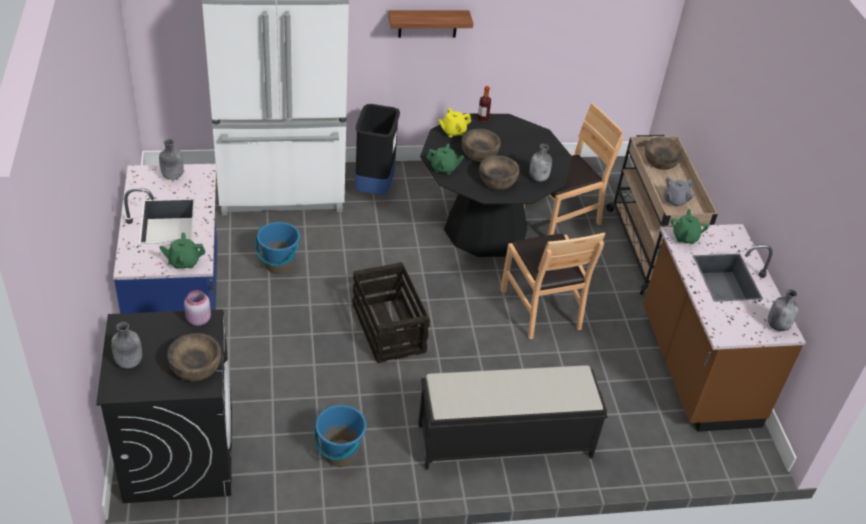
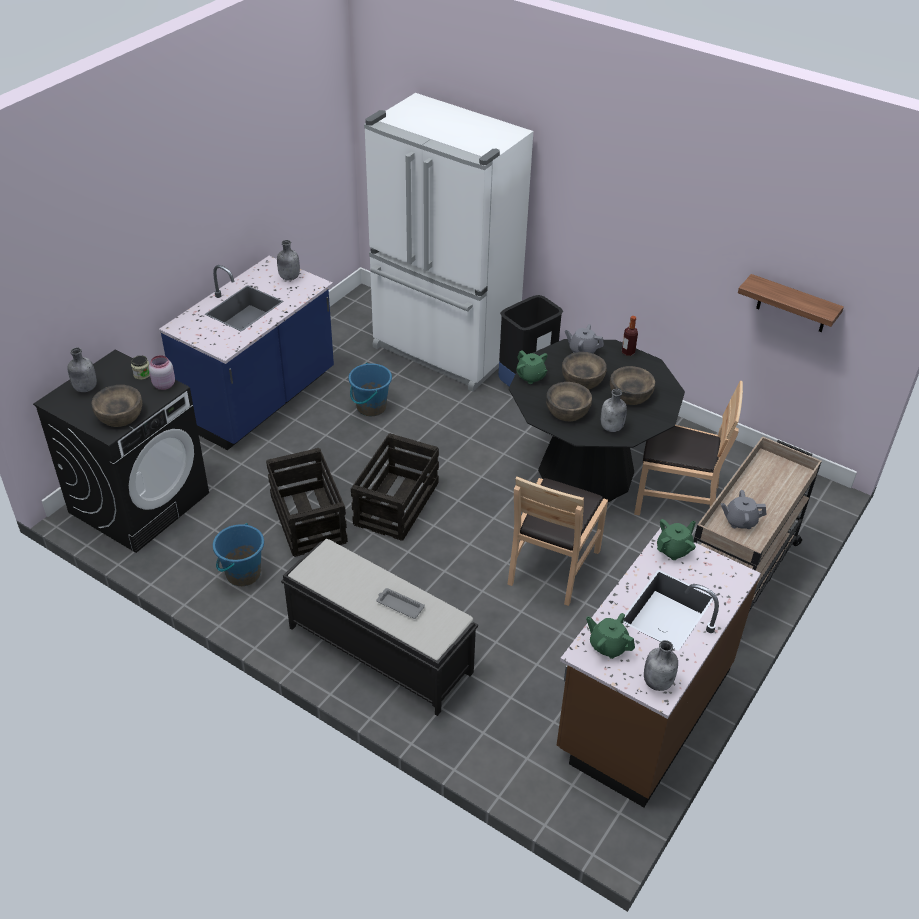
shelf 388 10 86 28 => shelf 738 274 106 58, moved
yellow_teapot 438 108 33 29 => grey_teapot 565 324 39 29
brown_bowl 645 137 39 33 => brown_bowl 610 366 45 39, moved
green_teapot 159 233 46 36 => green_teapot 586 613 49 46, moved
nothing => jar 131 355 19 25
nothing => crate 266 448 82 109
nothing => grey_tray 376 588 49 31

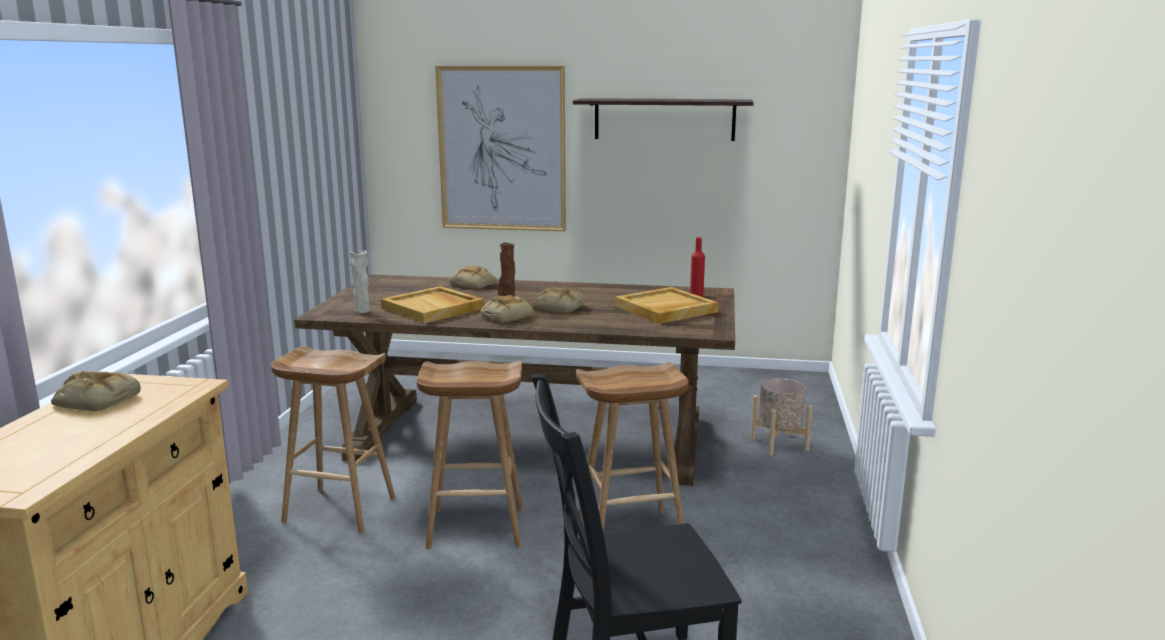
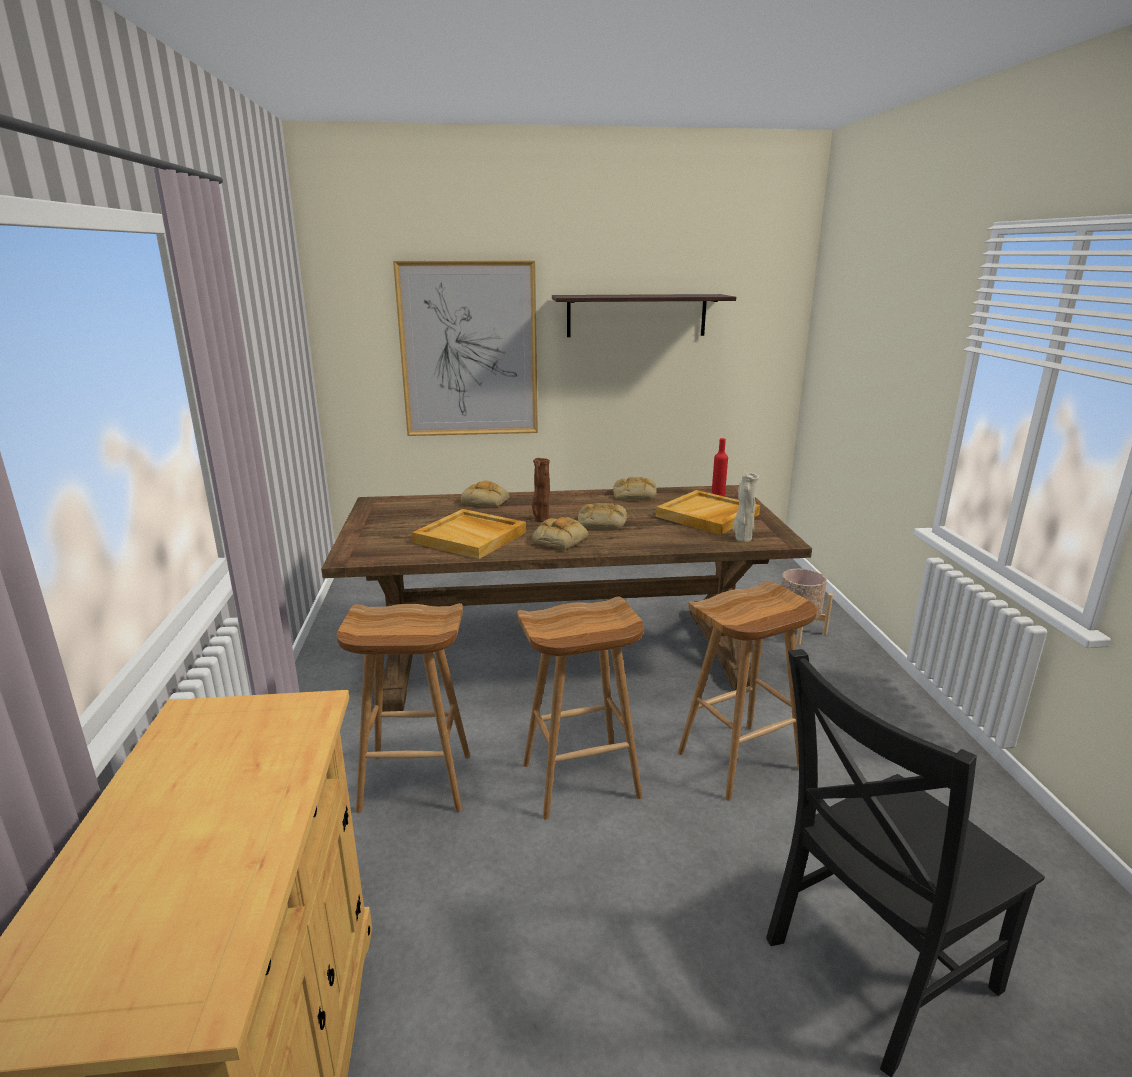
beige_vase 350 251 20 62 => beige_vase 733 473 26 69, moved
bread 51 371 90 40 => bread 613 477 44 23, moved

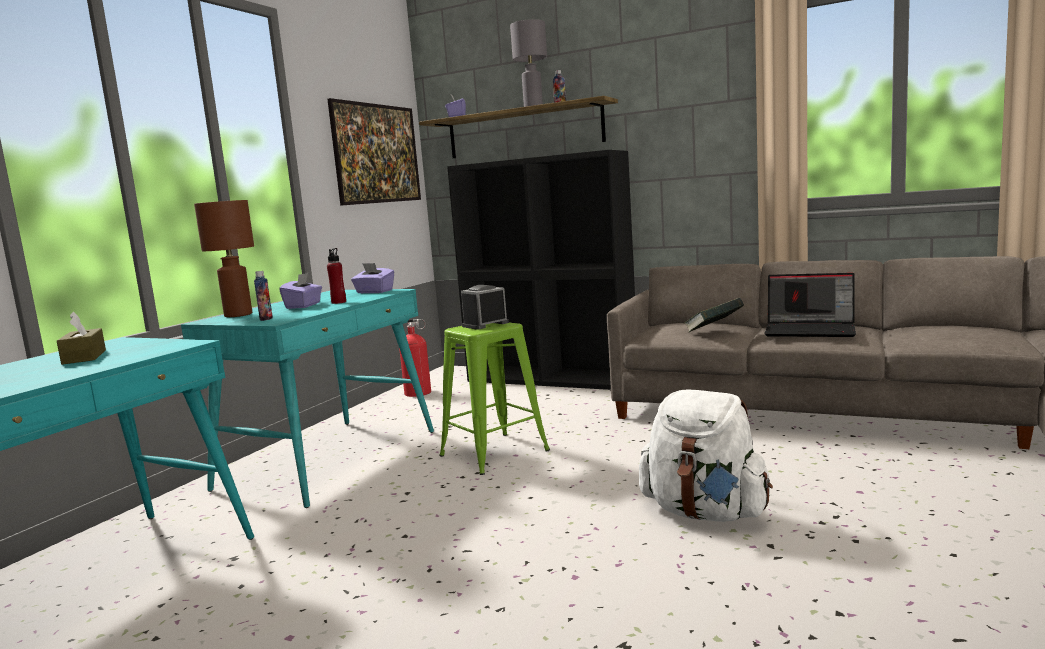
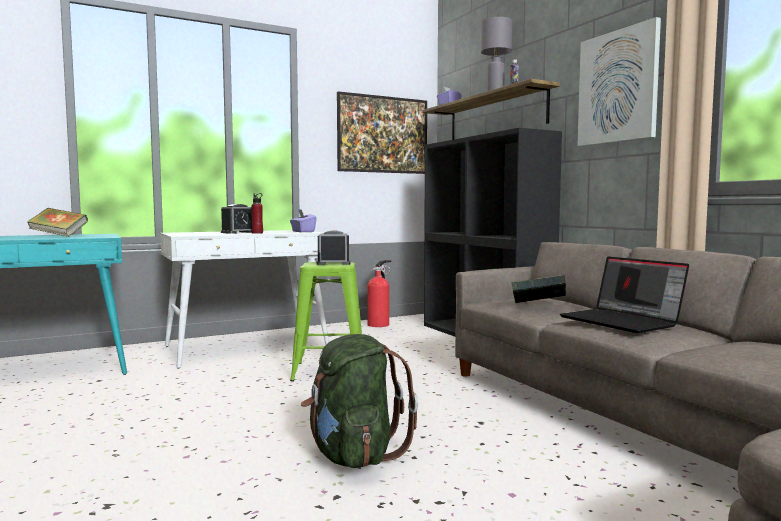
brown_table_lamp 194 200 60 117 => nothing
bottle 254 271 19 50 => nothing
purple_tissue_box 279 273 43 36 => alarm_clock 221 204 31 30
turquoise_desk 181 289 253 219 => white_desk 160 230 169 139
brown_tissue_box 57 312 49 53 => book 27 208 61 29
white_backpack 639 390 134 132 => green_backpack 301 334 117 134
nothing => picture 577 17 84 129

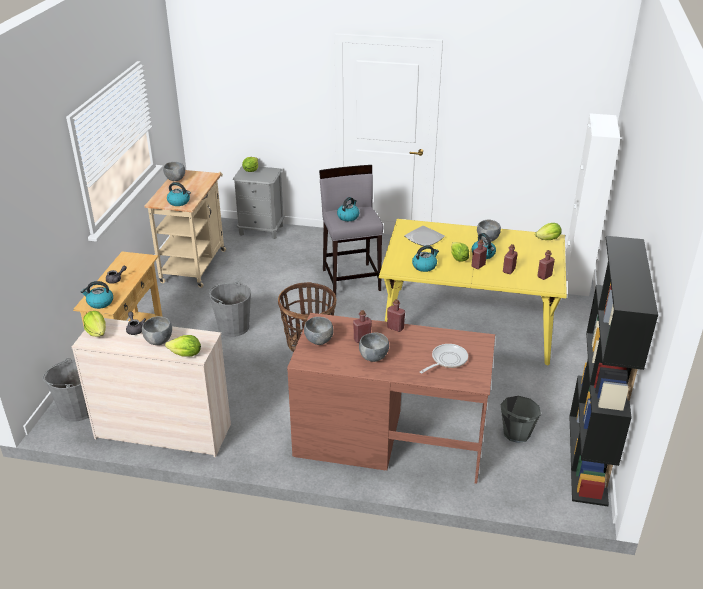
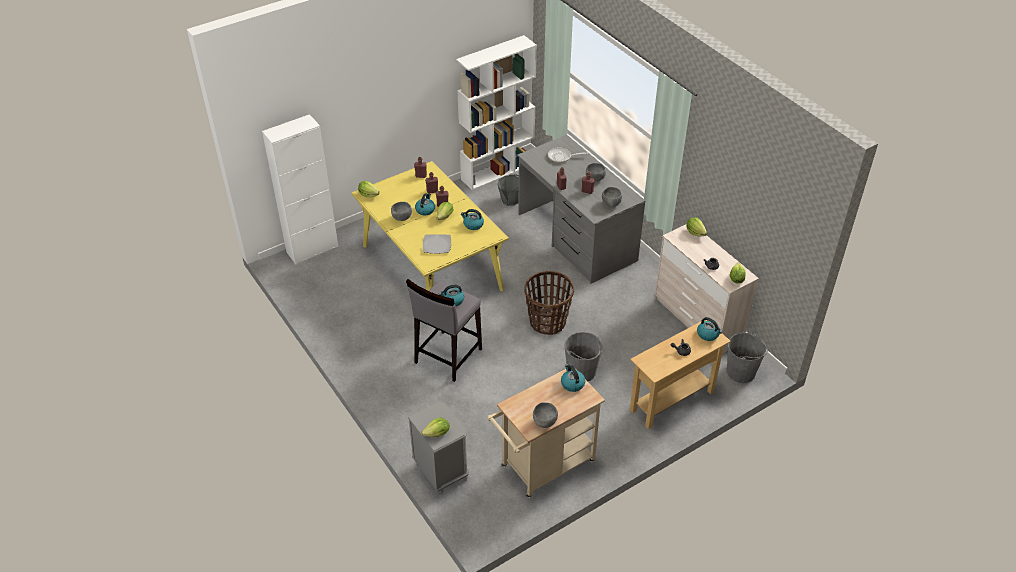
black_bookcase 569 236 89 270 => white_bookcase 456 35 81 155
brown_desk 287 313 208 171 => grey_desk 517 135 128 149
grey_bowl 142 316 30 29 => nothing

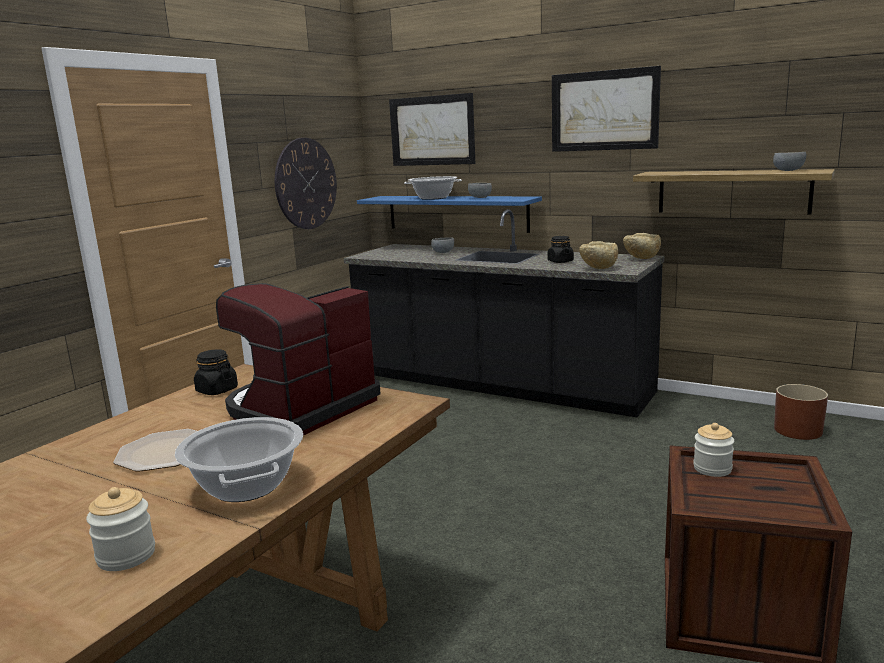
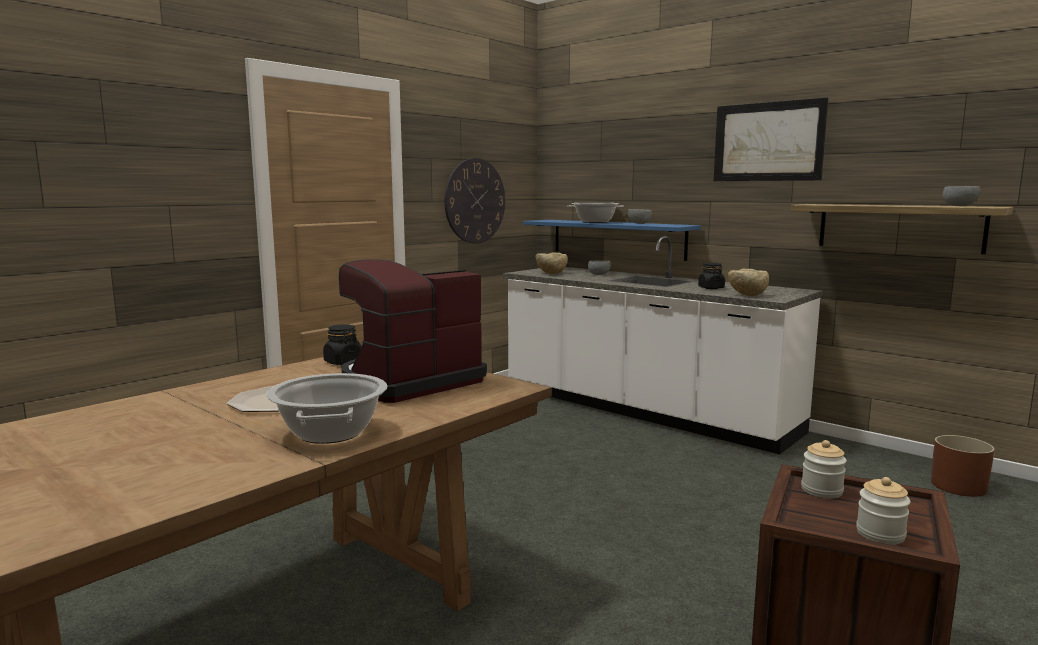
picture 389 93 86 73 => nothing
black_counter 344 209 320 208 => white_counter 503 236 320 218
beige_bowl 623 233 38 26 => beige_bowl 536 252 32 22, moved
jar 86 487 69 84 => jar 856 477 54 68, moved

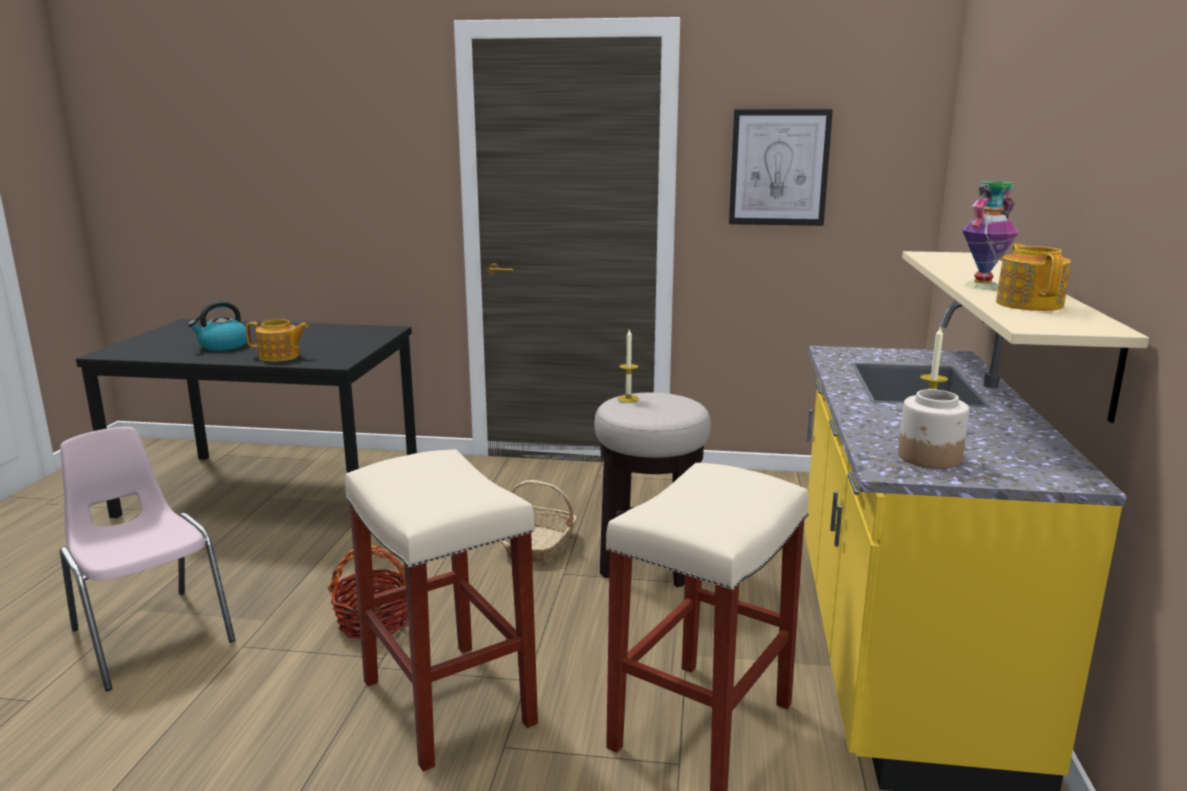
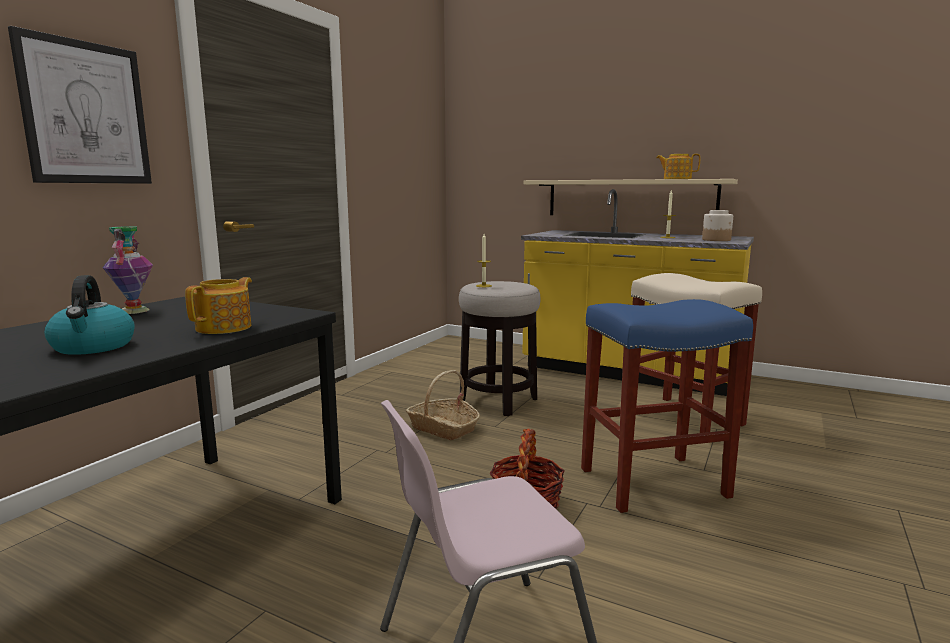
picture 729 109 104 117 => picture 8 26 144 158, moved
vase 962 181 56 109 => vase 102 226 51 88, moved
beige_stool 345 450 193 321 => blue_stool 581 299 172 214

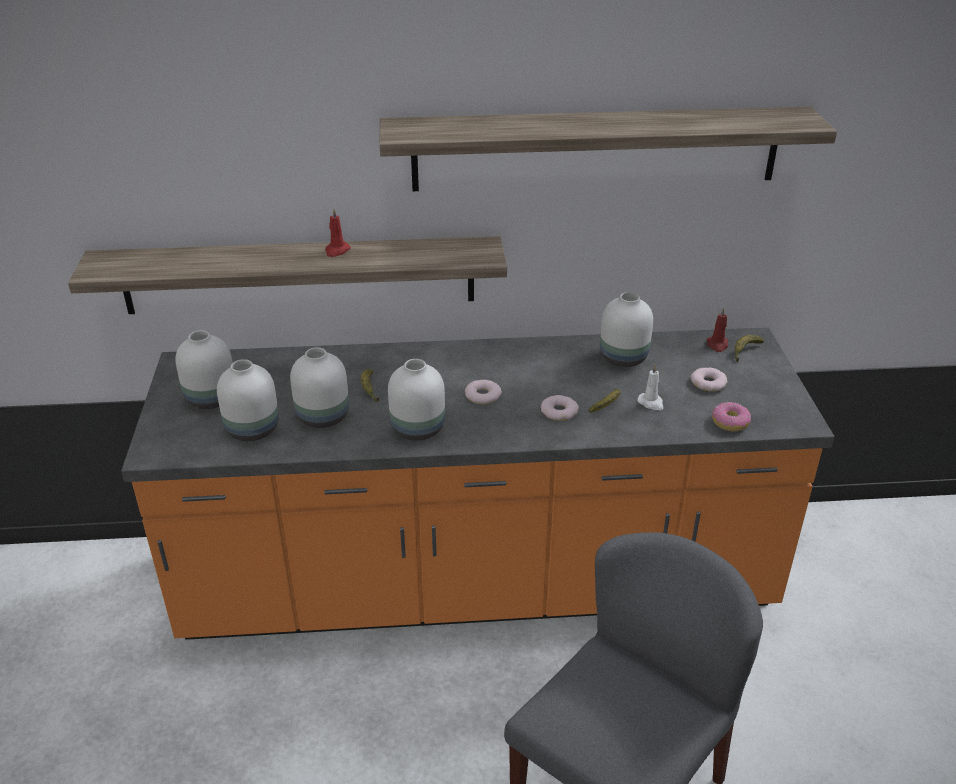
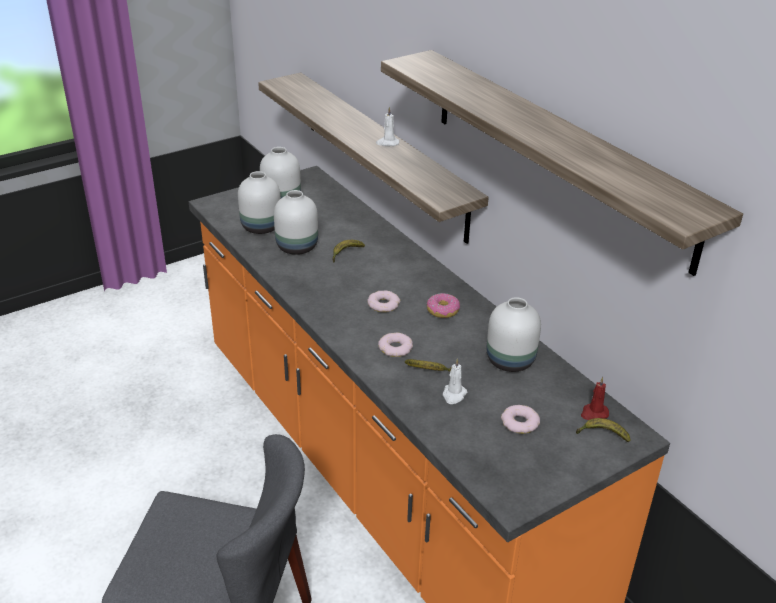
red_candle 325 208 26 49 => white_candle 376 107 24 39
white_vase 388 359 57 82 => nothing
donut 712 402 39 29 => donut 427 293 33 25, moved

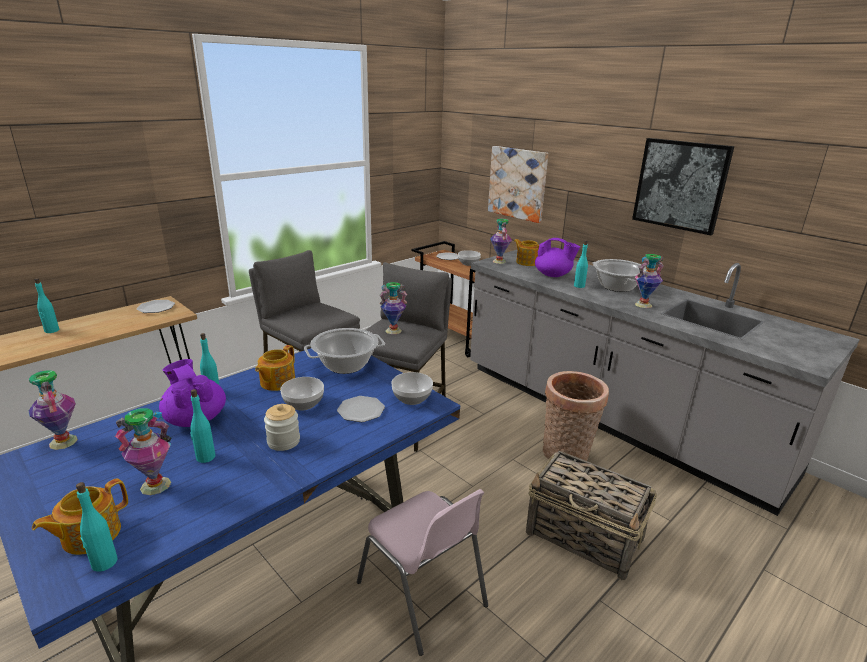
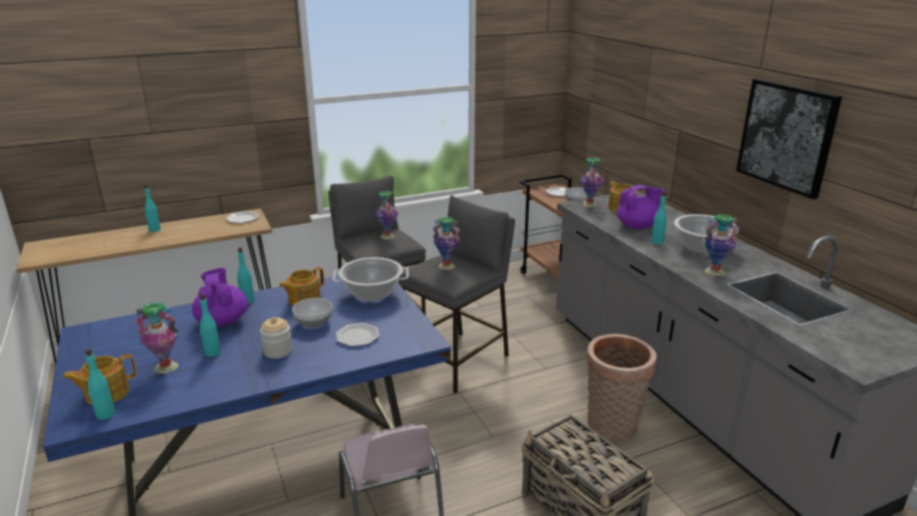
picture 488 146 60 77 => nothing
purple_teapot 535 238 45 39 => purple_teapot 617 185 48 44, 60 degrees counterclockwise
vase 29 370 49 80 => vase 375 191 23 48, moved
bowl 391 372 42 33 => nothing

